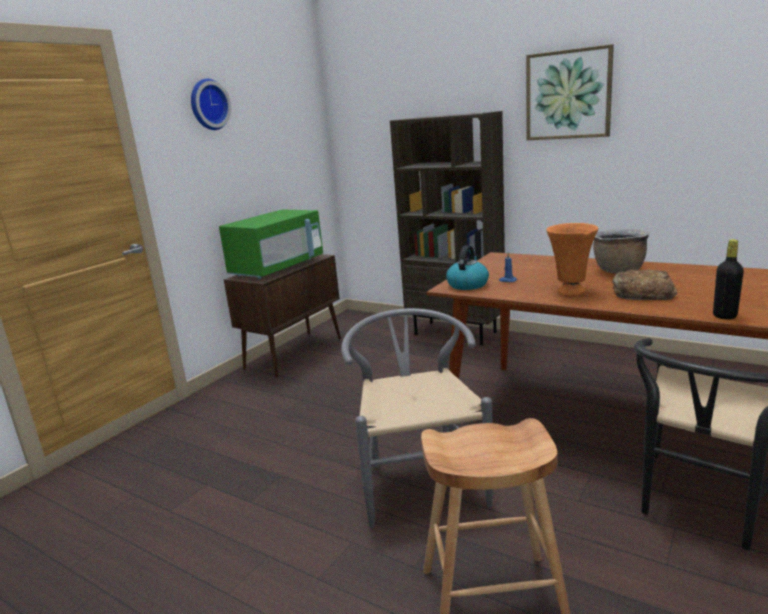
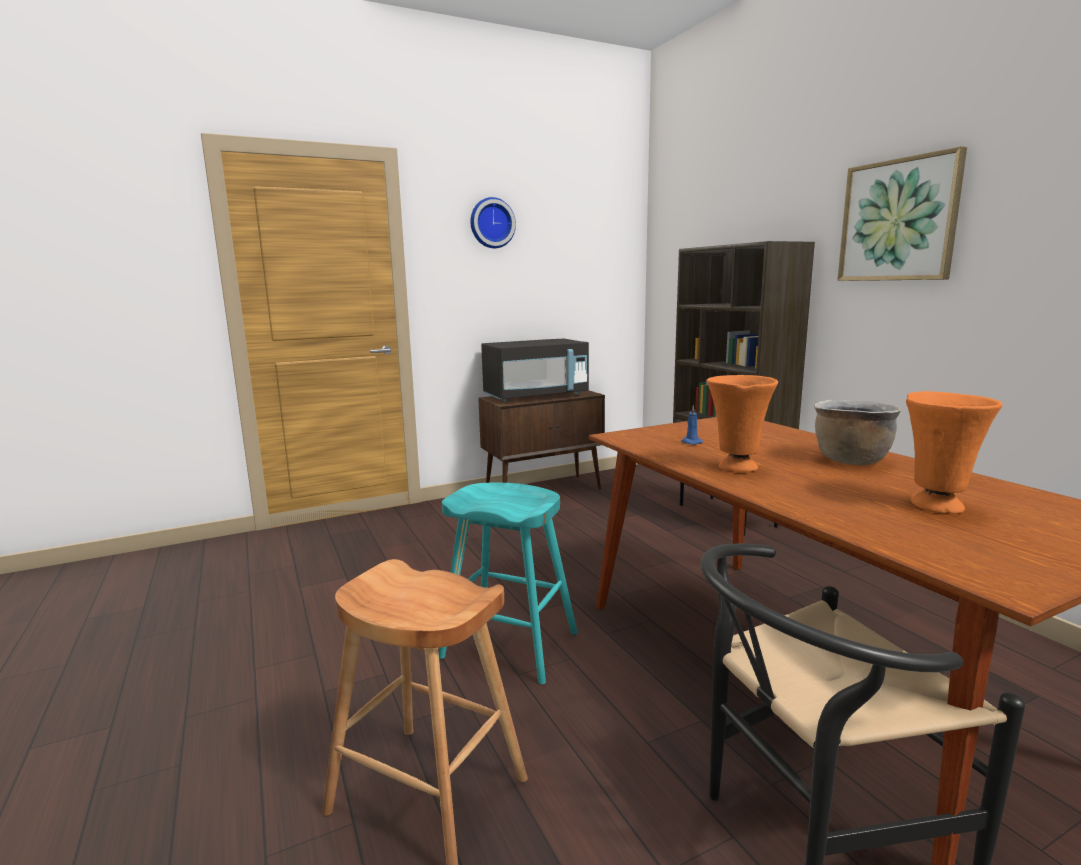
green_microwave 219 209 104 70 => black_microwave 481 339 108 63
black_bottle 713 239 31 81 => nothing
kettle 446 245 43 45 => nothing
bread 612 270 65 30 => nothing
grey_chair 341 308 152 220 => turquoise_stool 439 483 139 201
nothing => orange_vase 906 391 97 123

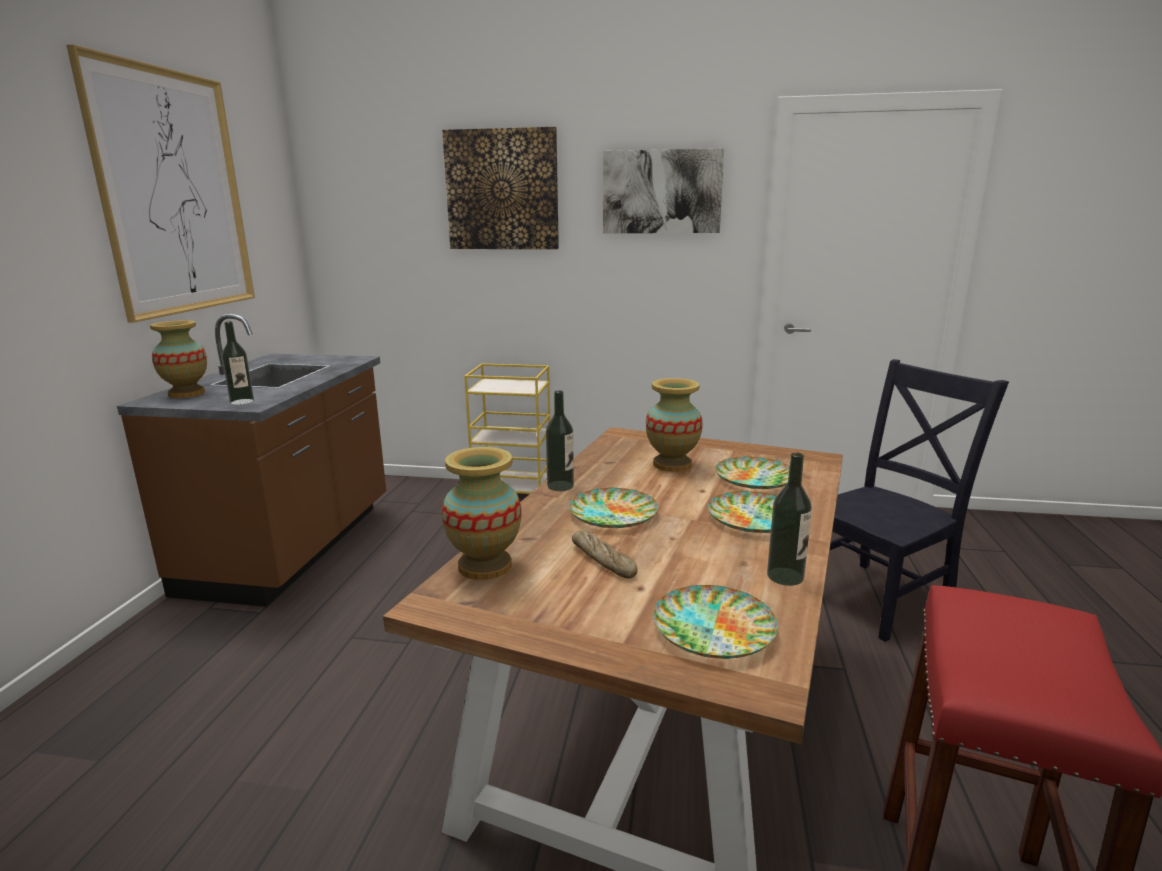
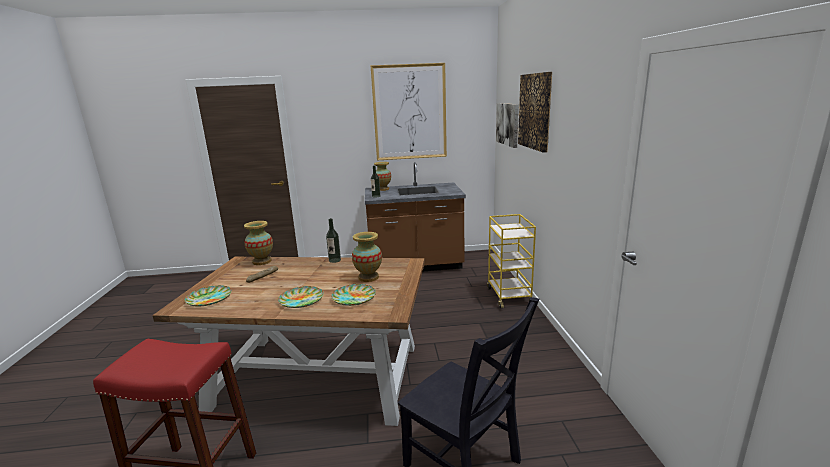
picture 603 148 121 85 => picture 496 103 23 45, moved
bottle 767 452 45 134 => nothing
plate 569 488 89 40 => nothing

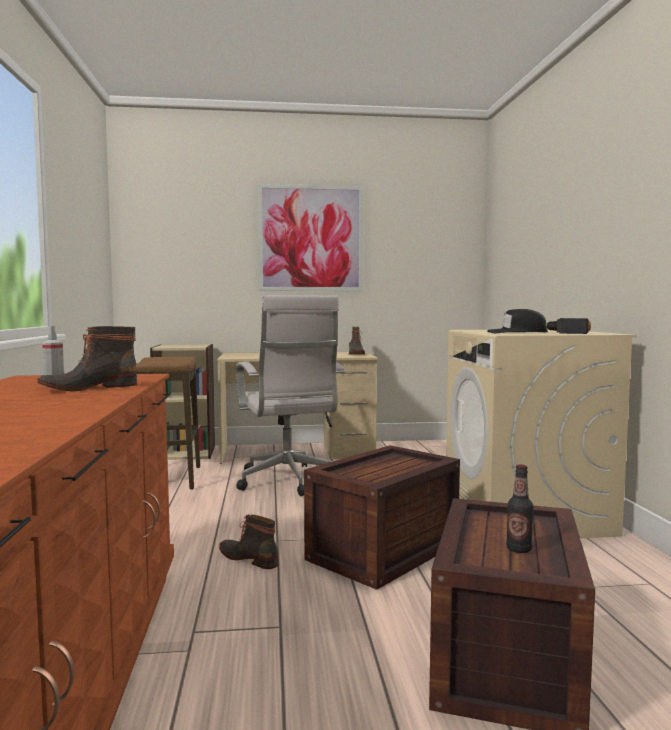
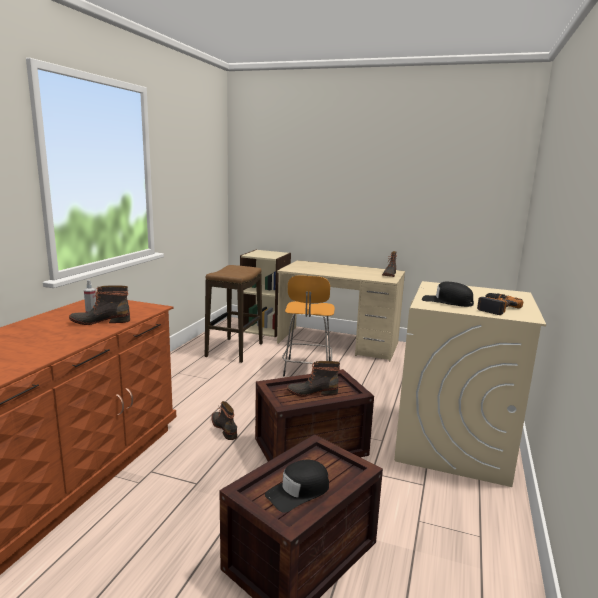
picture 258 184 105 107 => nothing
white_office_chair 236 295 109 201 => orange_stool 282 275 53 101
bottle 506 465 28 88 => black_cap 265 460 64 53
nothing => boot 287 361 53 36

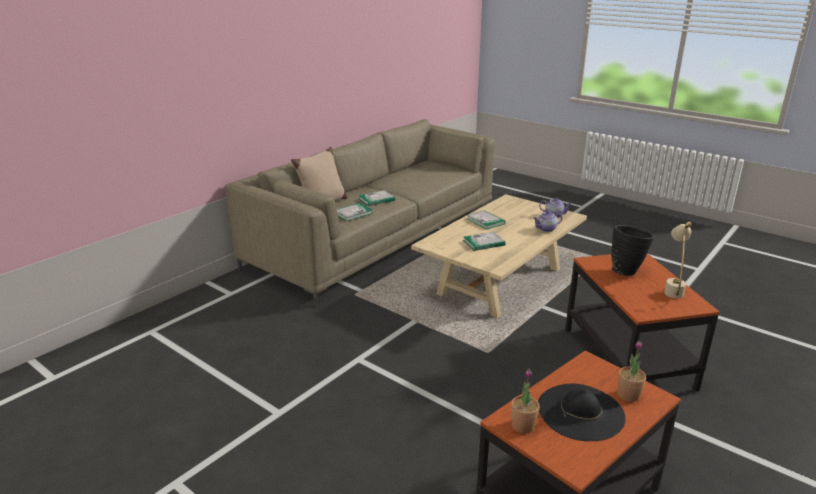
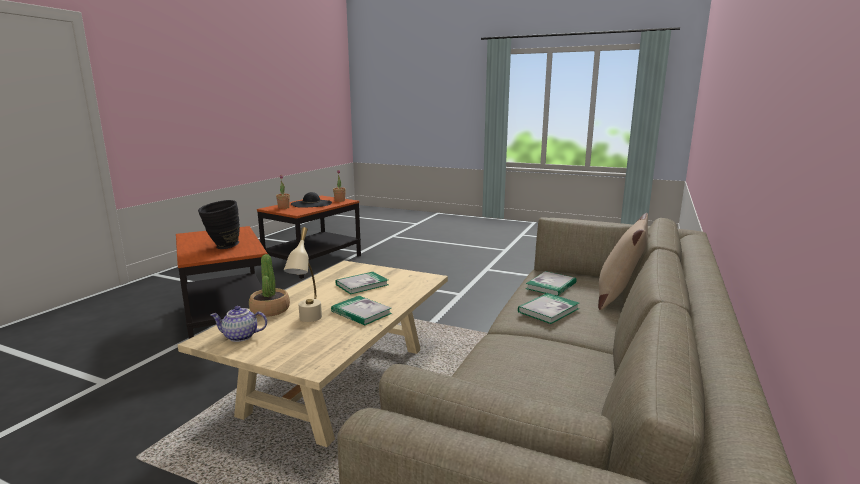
teapot 533 211 29 21 => potted_plant 249 254 41 63
beige_table_lamp 664 222 28 76 => beige_table_lamp 283 227 39 95, moved

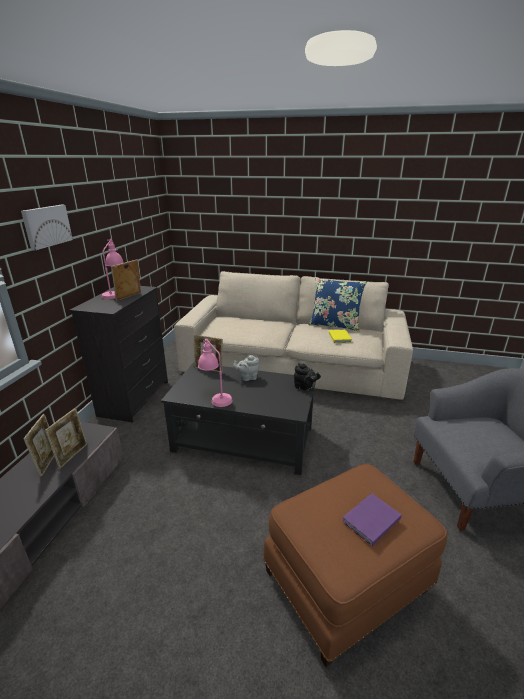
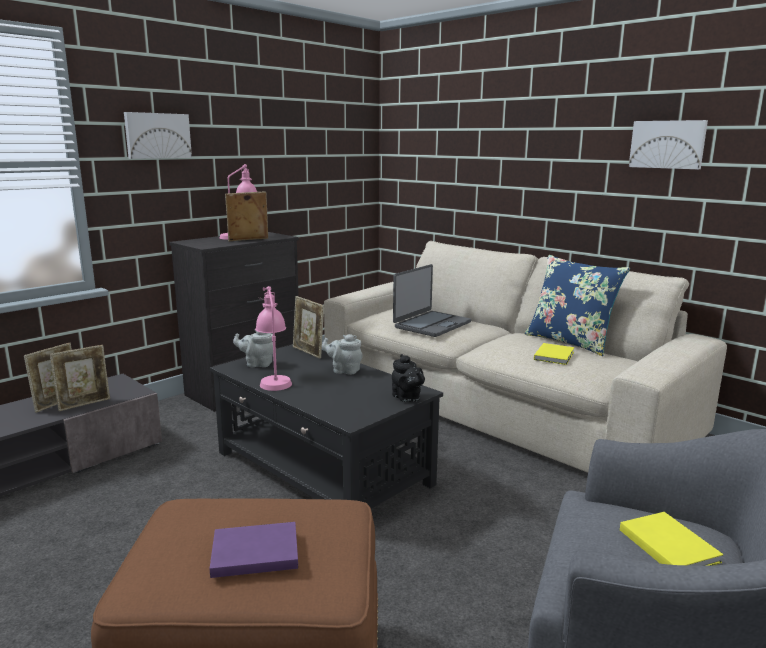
nothing => picture 629 120 79 49
nothing => laptop 393 264 78 73
nothing => grey_teapot 233 330 40 37
nothing => yellow_book 620 512 103 53

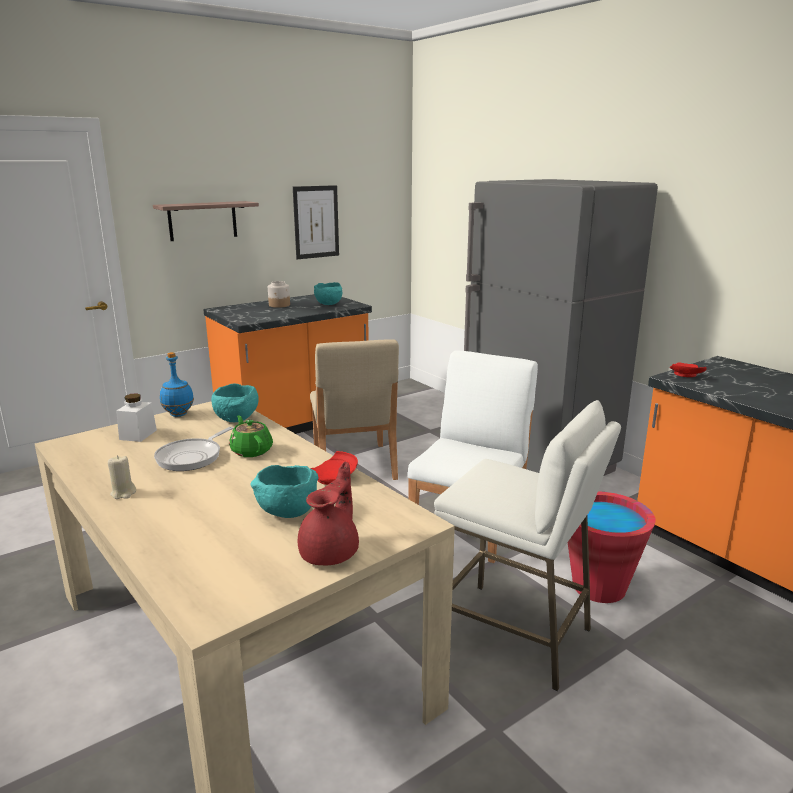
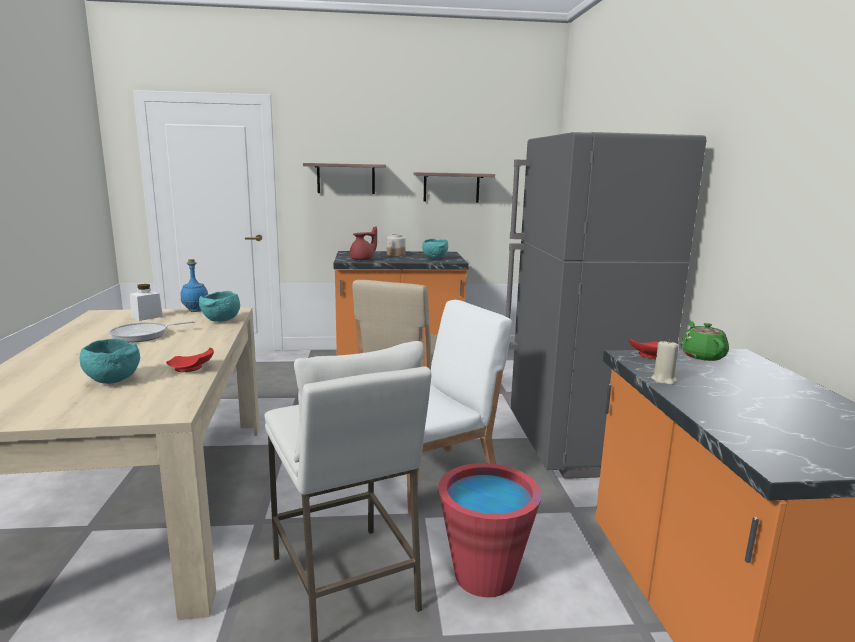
picture 293 185 46 74 => shelf 413 172 82 30
green_teapot 229 415 44 42 => green_teapot 680 321 49 40, moved
beige_candle 108 455 28 44 => beige_candle 651 339 28 46, moved
red_teapot 298 461 61 104 => red_teapot 349 226 28 34, moved

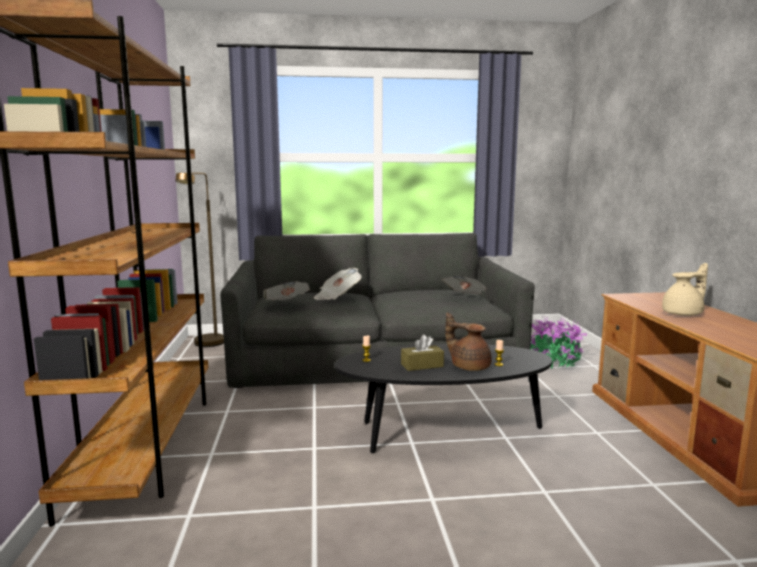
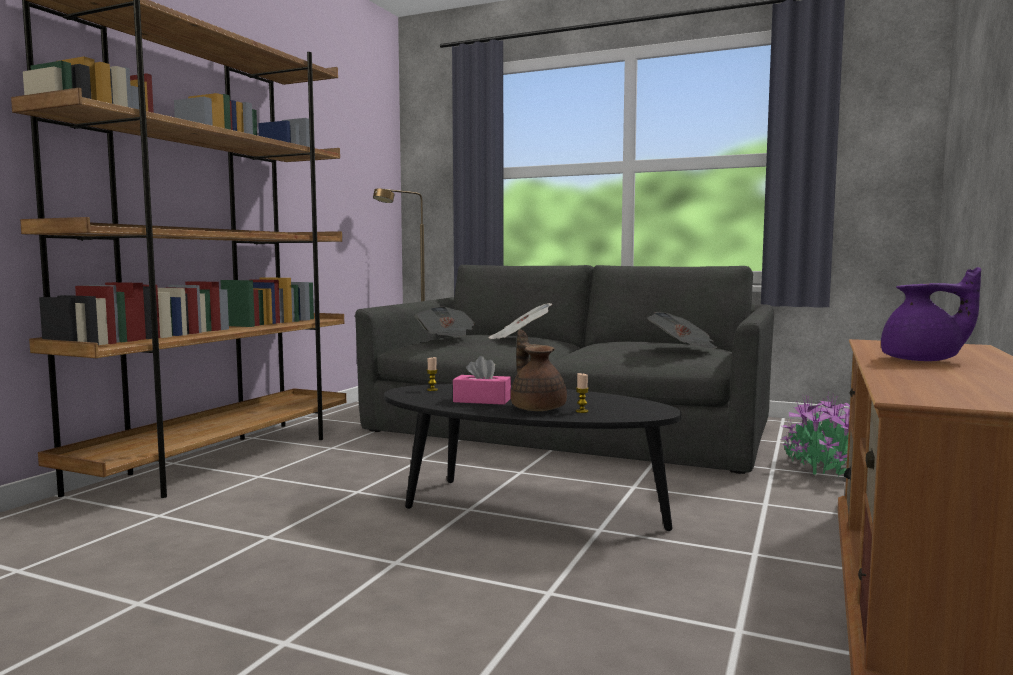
beige_teapot 662 263 46 53 => purple_teapot 881 267 100 94
brown_tissue_box 401 334 43 37 => pink_tissue_box 453 356 58 49

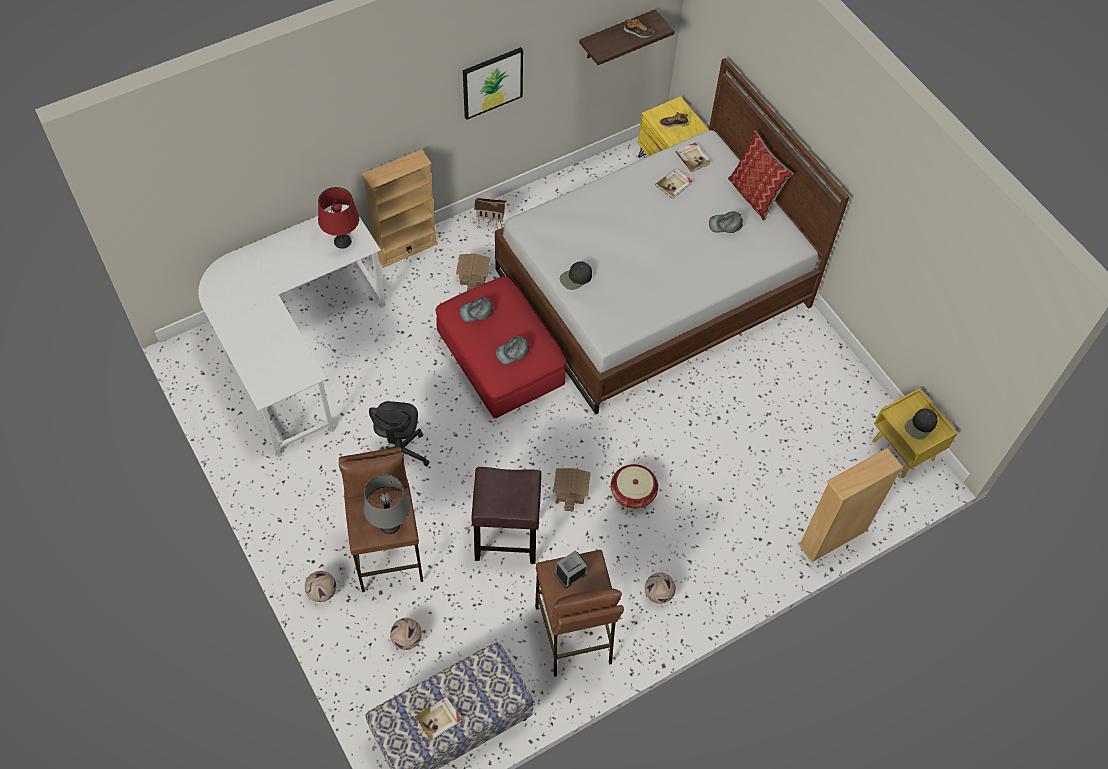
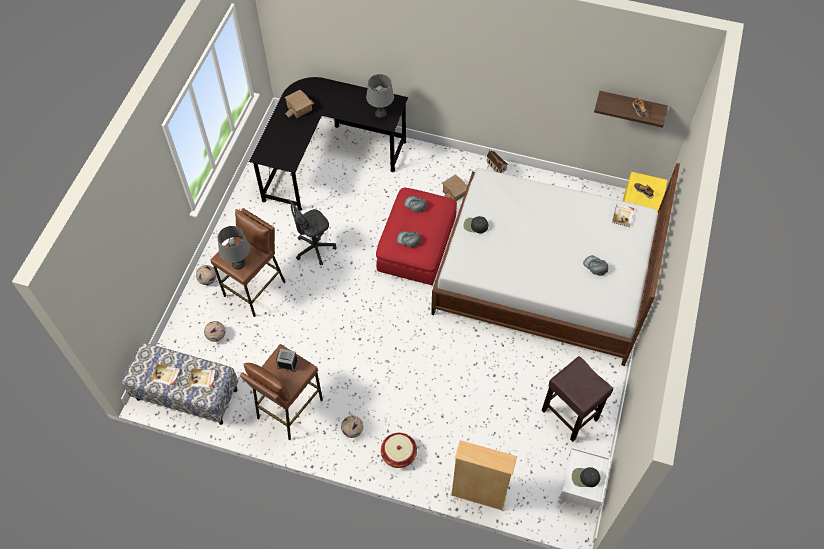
picture 463 47 60 73 => nothing
pillow 728 131 65 90 => nothing
beige_bookcase 362 149 76 119 => nothing
book 655 168 37 31 => book 189 369 27 19, moved
red_table_lamp 318 187 41 62 => grey_table_lamp 366 74 28 44
white_desk 198 205 188 252 => black_desk 249 77 159 134
yellow_nightstand 872 388 86 90 => white_nightstand 559 447 52 66
basket 611 464 47 44 => basket 381 433 36 35, moved
brown_stool 471 467 71 97 => brown_stool 541 356 72 86, moved
toy_house 553 468 38 44 => toy_house 285 90 29 28, moved

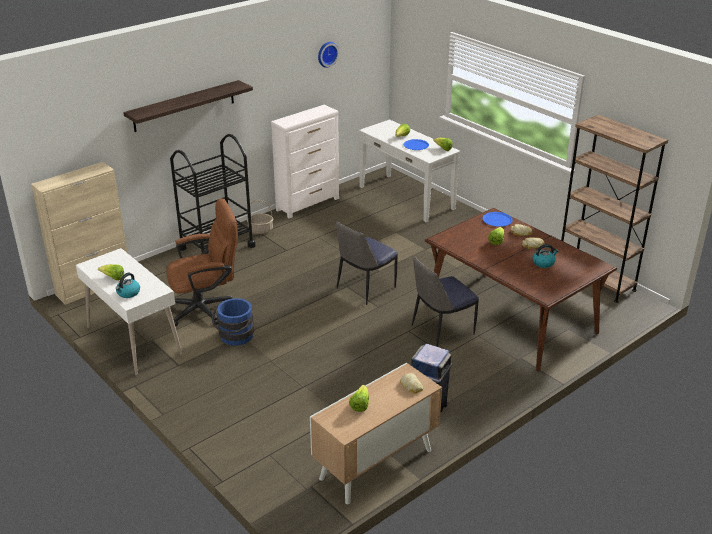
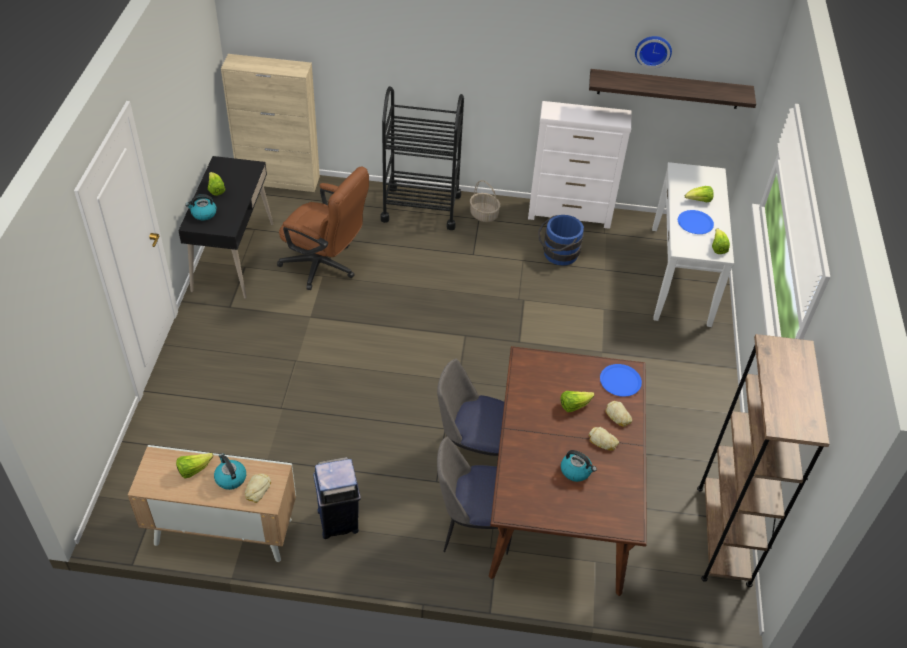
shelf 123 80 130 52 => shelf 589 69 167 40, moved
chair 336 221 62 84 => chair 437 437 75 118, moved
white_desk 76 248 106 128 => black_desk 178 156 95 143
blue_bucket 211 298 43 48 => blue_bucket 538 215 46 51, moved
nothing => kettle 214 453 32 37

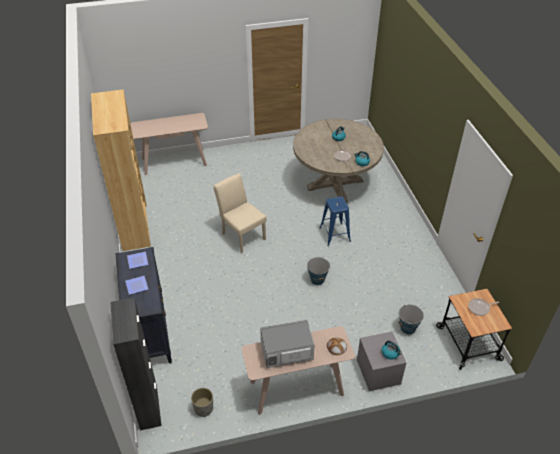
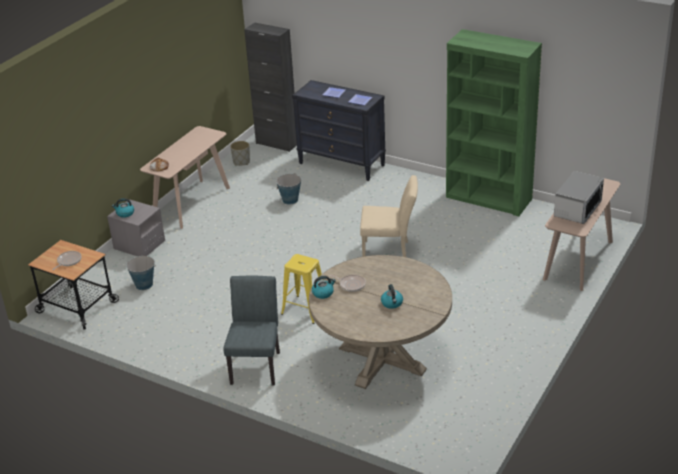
brown_bookcase 91 89 60 162 => green_bookcase 446 29 96 187
blue_stool 320 196 31 50 => yellow_stool 281 254 41 70
bucket 307 257 24 28 => bucket 276 173 25 32, moved
microwave 260 320 54 48 => microwave 554 171 50 53, moved
nothing => grey_chair 223 276 57 109

